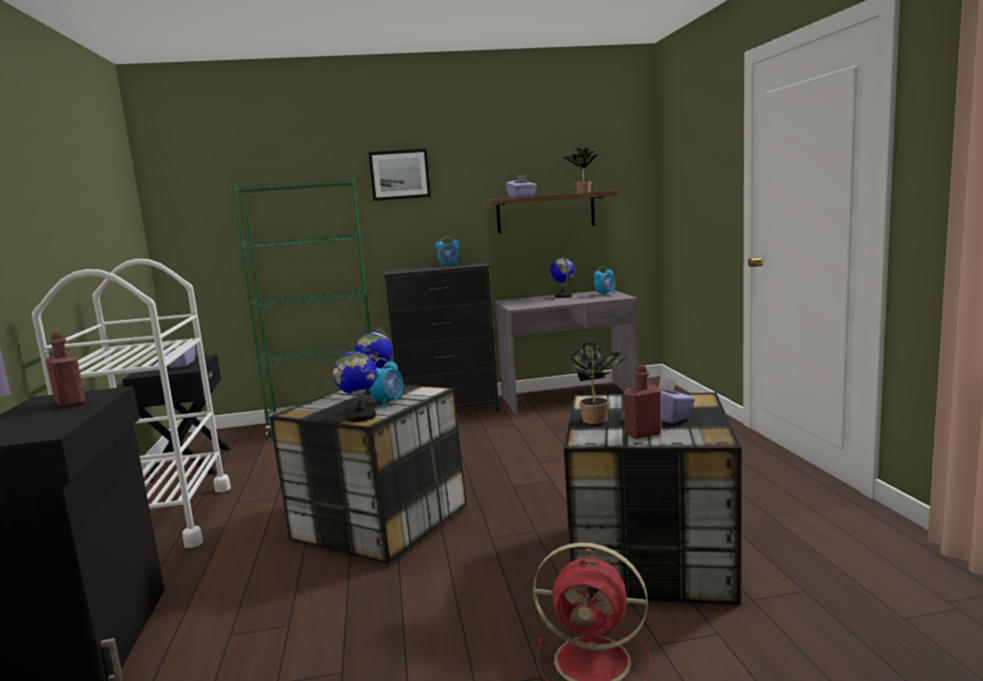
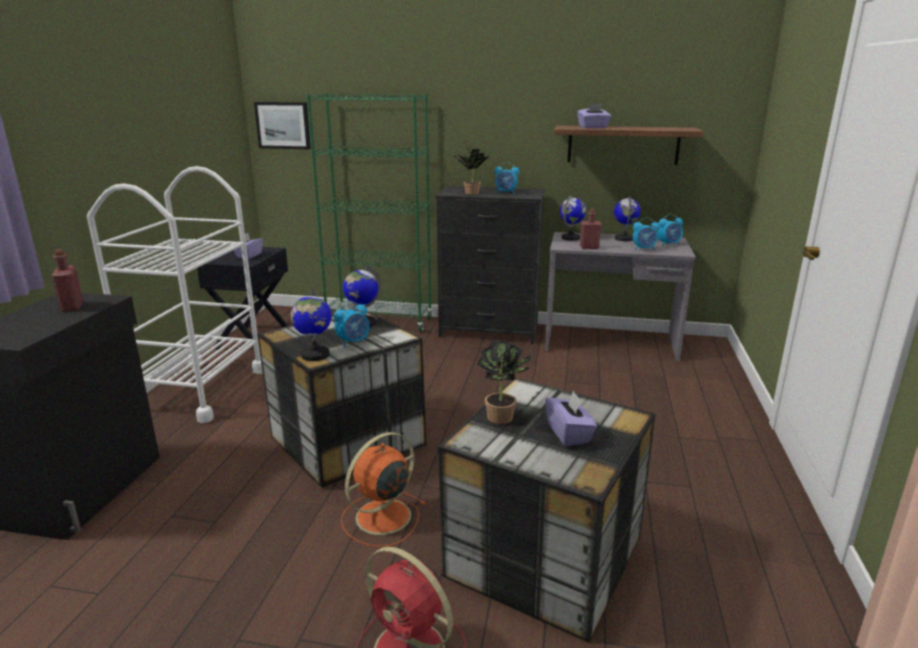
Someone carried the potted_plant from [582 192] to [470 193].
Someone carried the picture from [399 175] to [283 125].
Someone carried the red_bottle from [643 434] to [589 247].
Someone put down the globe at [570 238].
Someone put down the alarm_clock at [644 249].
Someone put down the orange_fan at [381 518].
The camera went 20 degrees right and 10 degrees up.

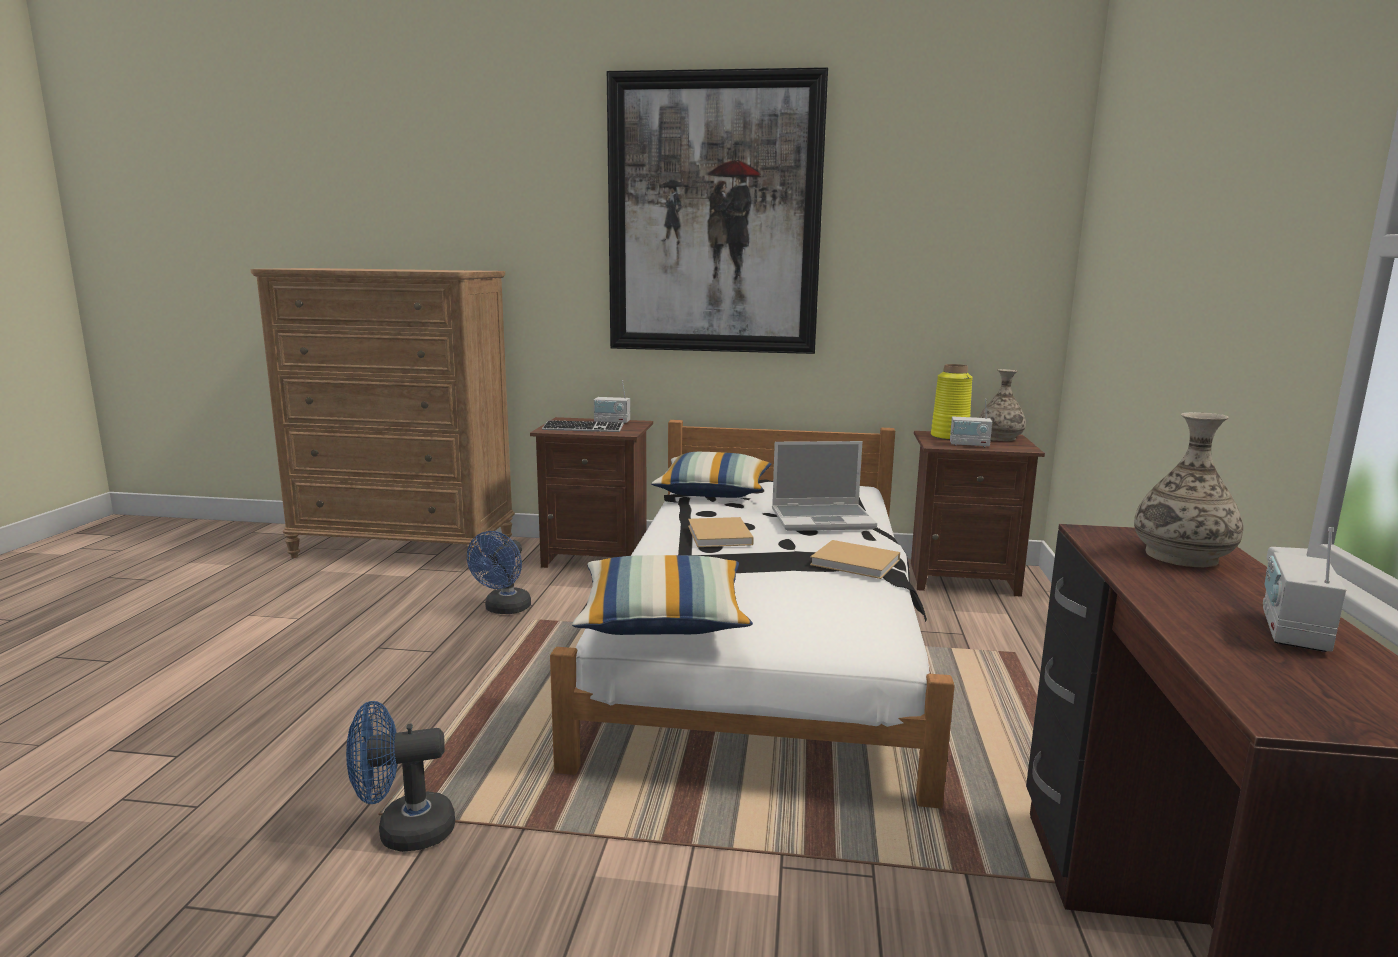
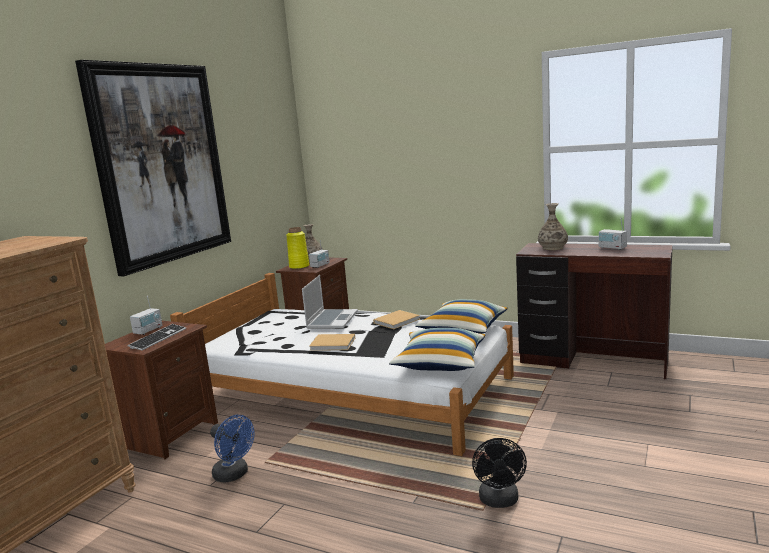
Someone carried the pillow from [714 492] to [463 329].
Someone repainted the blue_fan at [403 831], which became the black_fan at [499 501].
The camera went 70 degrees left and 0 degrees up.

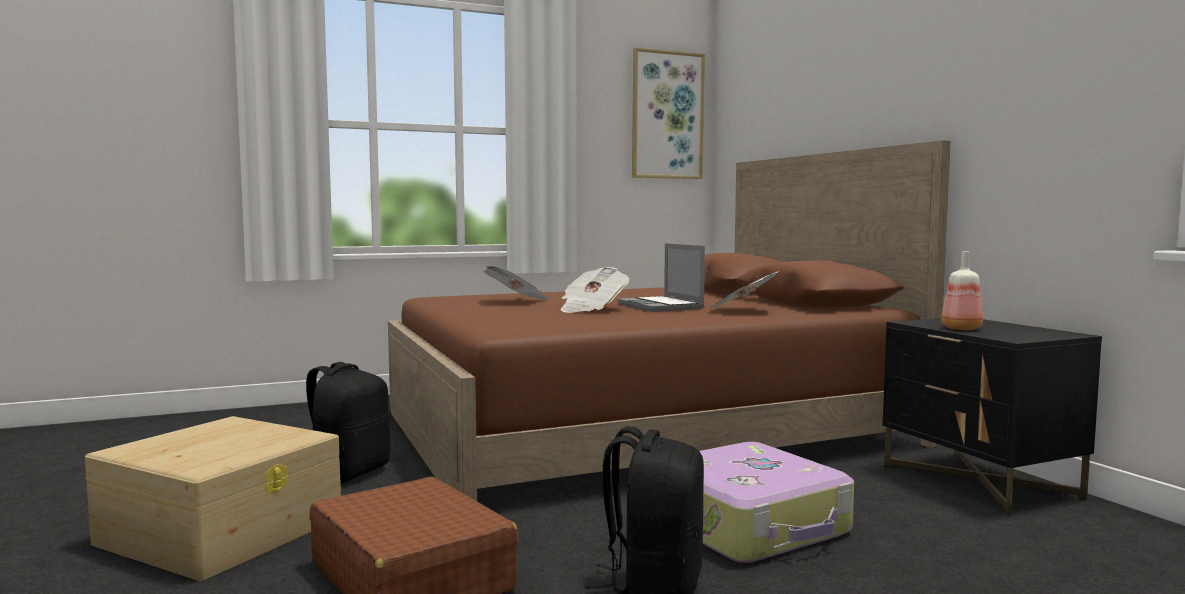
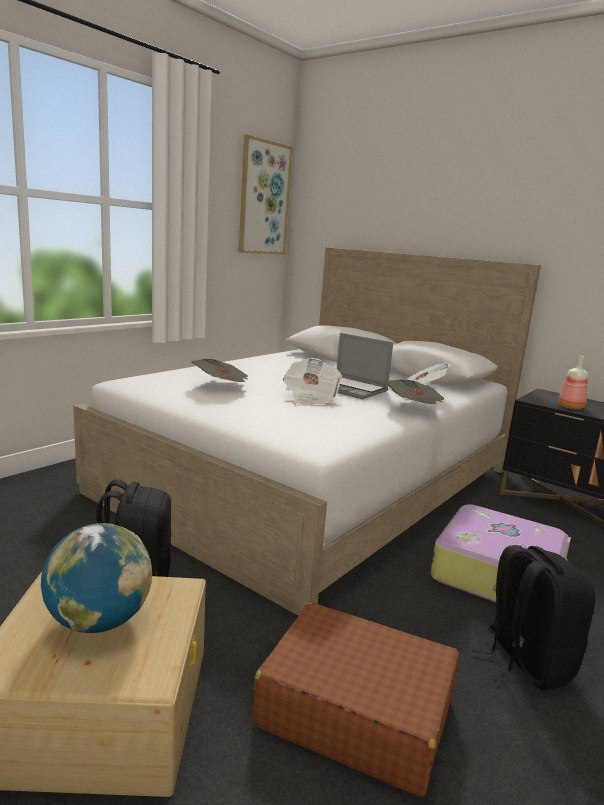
Someone repainted the brown_bed at [642 428], which became the white_bed at [314 480].
Someone put down the newspaper at [413 408].
Someone put down the globe at [99 622].
The camera went 30 degrees left and 10 degrees up.

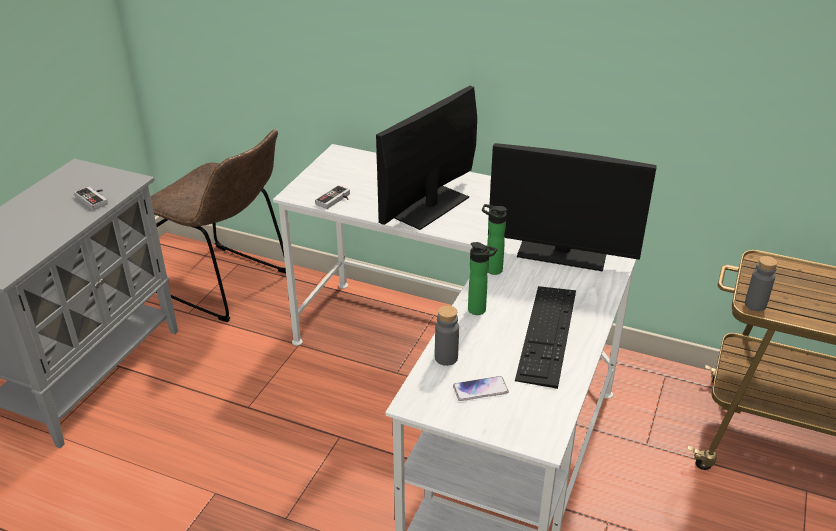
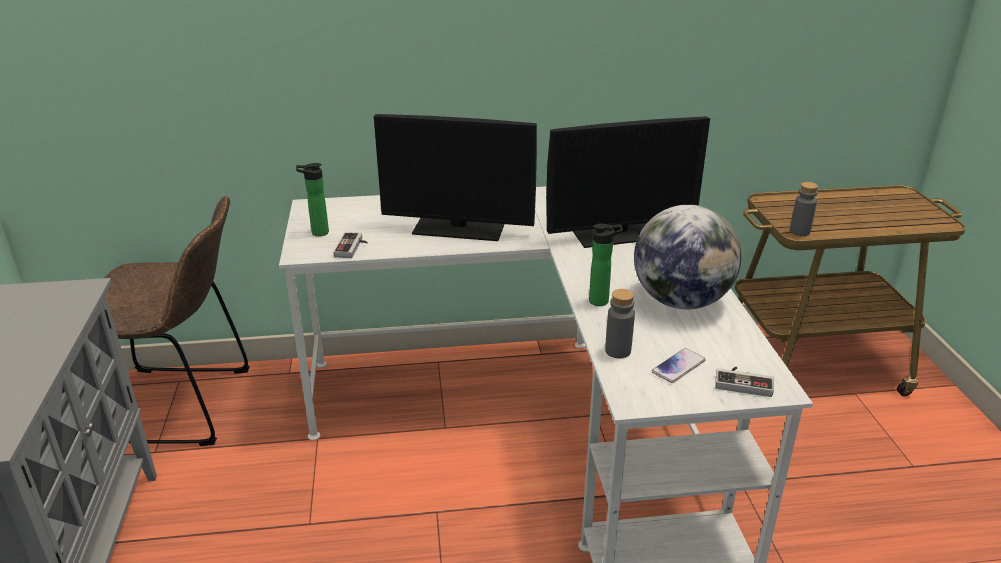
Someone rotated the monitor at [431 207] by 90 degrees counterclockwise.
Someone carried the game_controller from [95 199] to [743 382].
Someone carried the bottle from [491 269] to [317 233].
Someone swapped the keyboard at [547 334] for the globe at [681 301].
The camera went 30 degrees left and 5 degrees down.

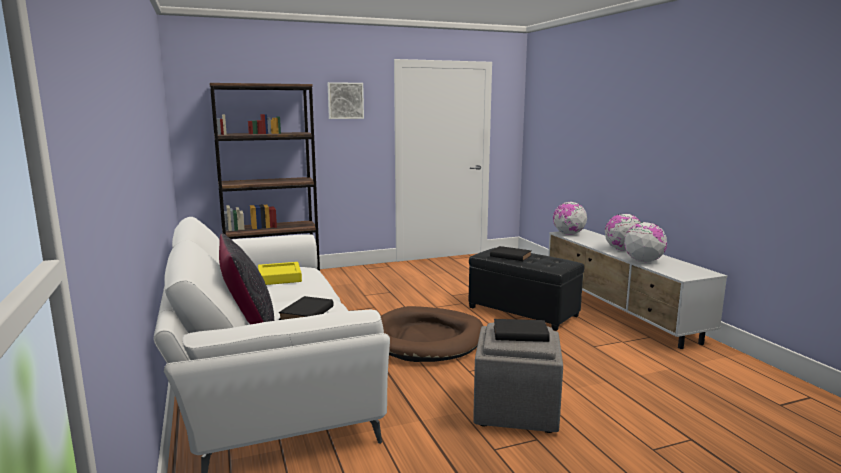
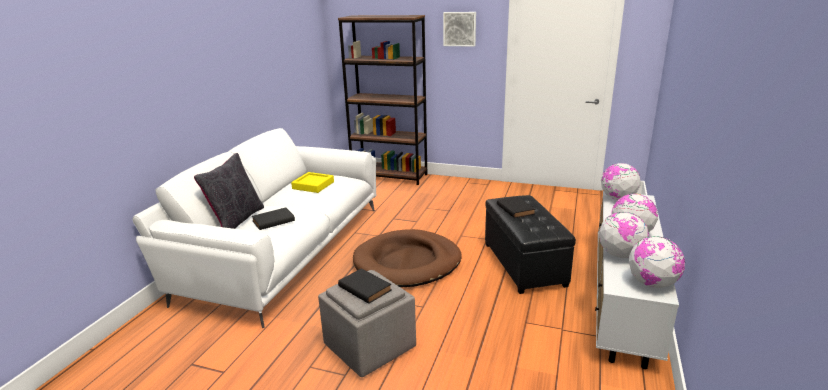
Someone put down the globe at [652 283].
The camera went 40 degrees right and 10 degrees up.

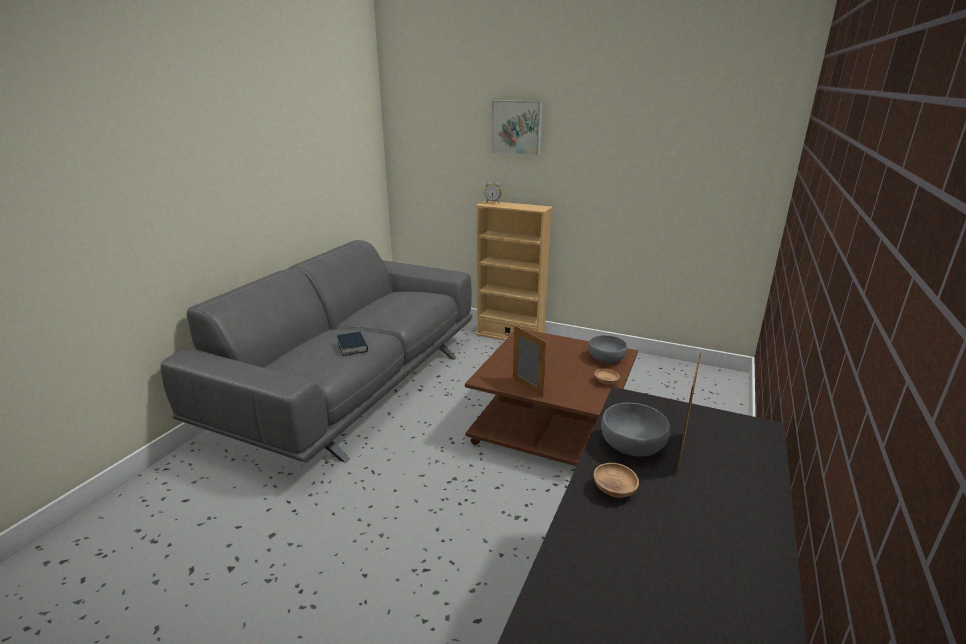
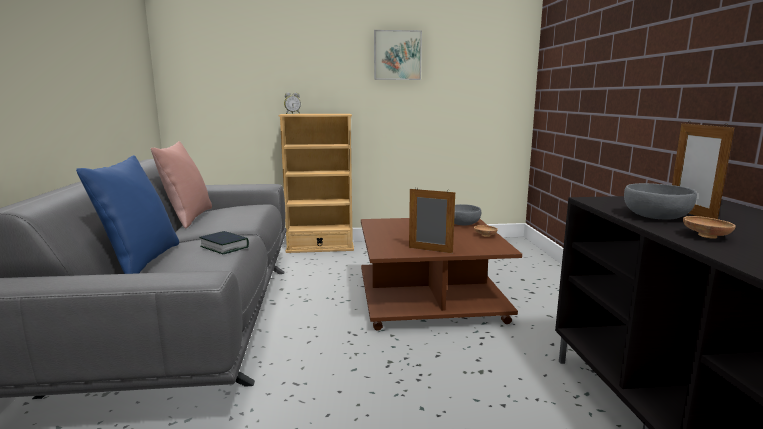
Someone carried the picture from [517 127] to [397 55].
Someone put down the pink_pillow at [187 218].
Someone put down the blue_pillow at [141 261].
The camera went 30 degrees left and 10 degrees down.

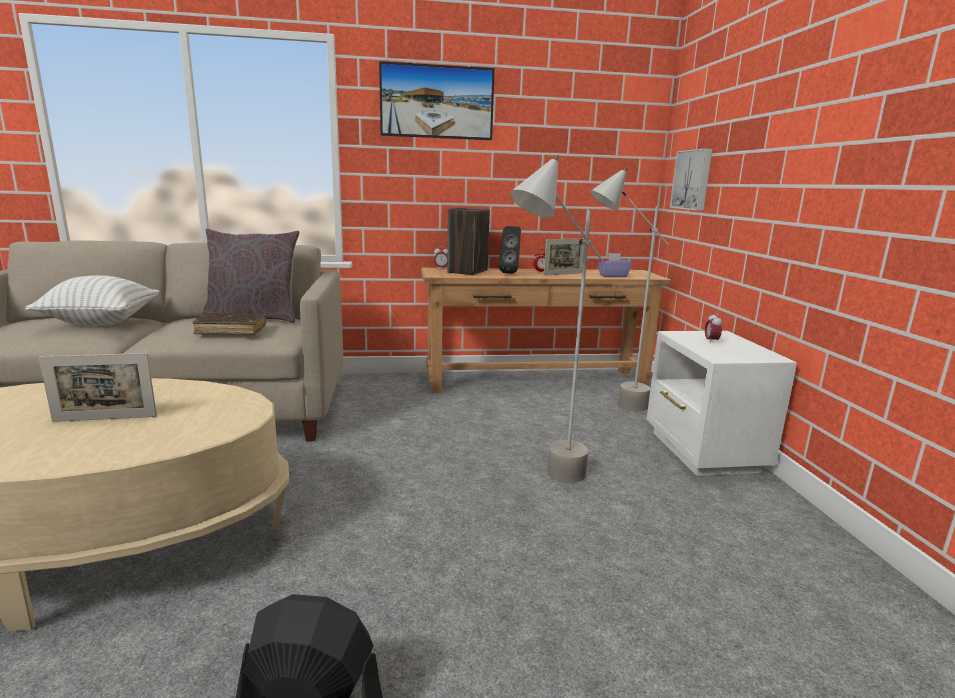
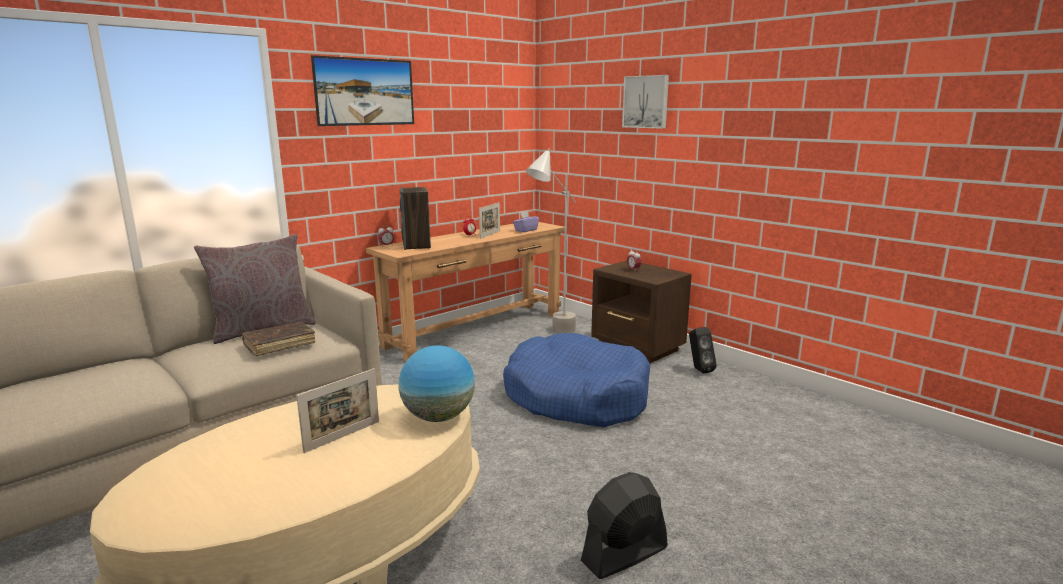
Someone carried the picture from [693 180] to [646 102].
Someone swapped the grey_floor_lamp at [544 483] for the blue_dog_bed at [576 397].
Someone carried the black_speaker from [510 273] to [698 370].
Someone took away the white_pillow at [102 322].
Someone repainted the white_nightstand at [703 452], which became the brown_nightstand at [637 348].
Someone put down the globe at [438 417].
The camera went 35 degrees left and 0 degrees up.

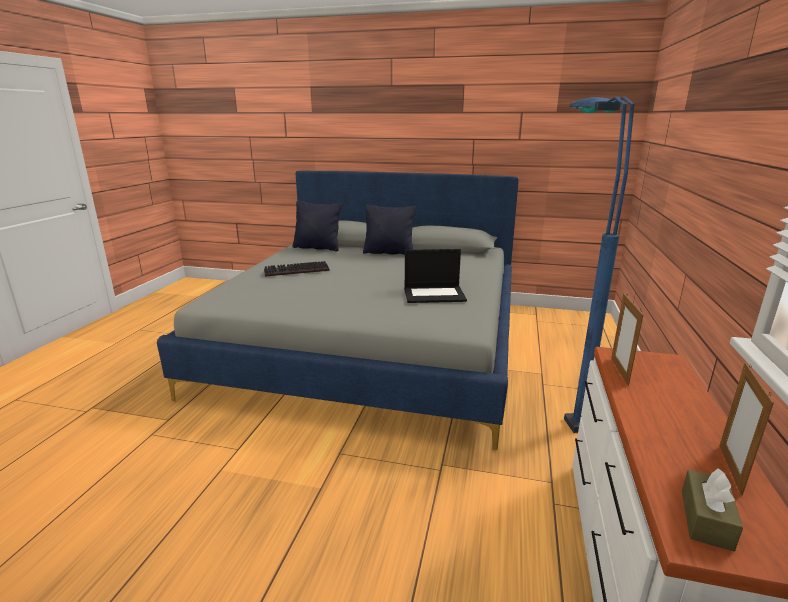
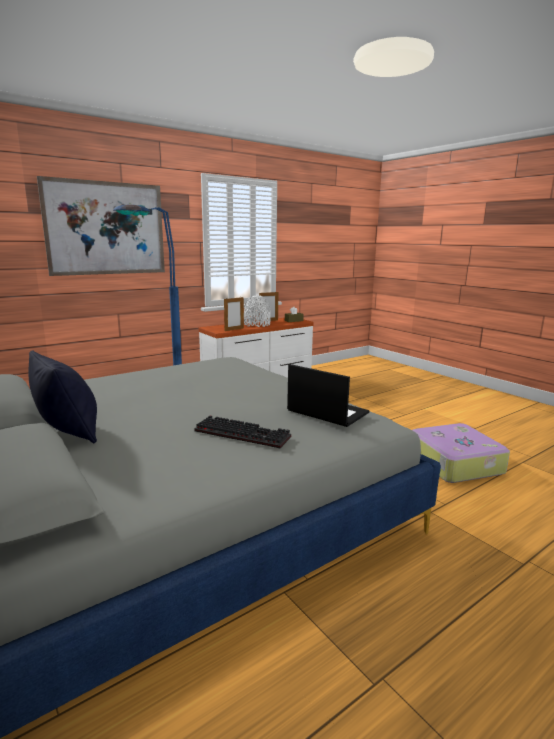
Someone took away the black_pillow at [318 248].
Someone carried the laptop from [434 294] to [326 412].
Someone put up the picture at [106 228].
Someone put down the white_vase at [257 325].
Someone put down the suitcase at [454 463].
The camera went 140 degrees left and 5 degrees down.

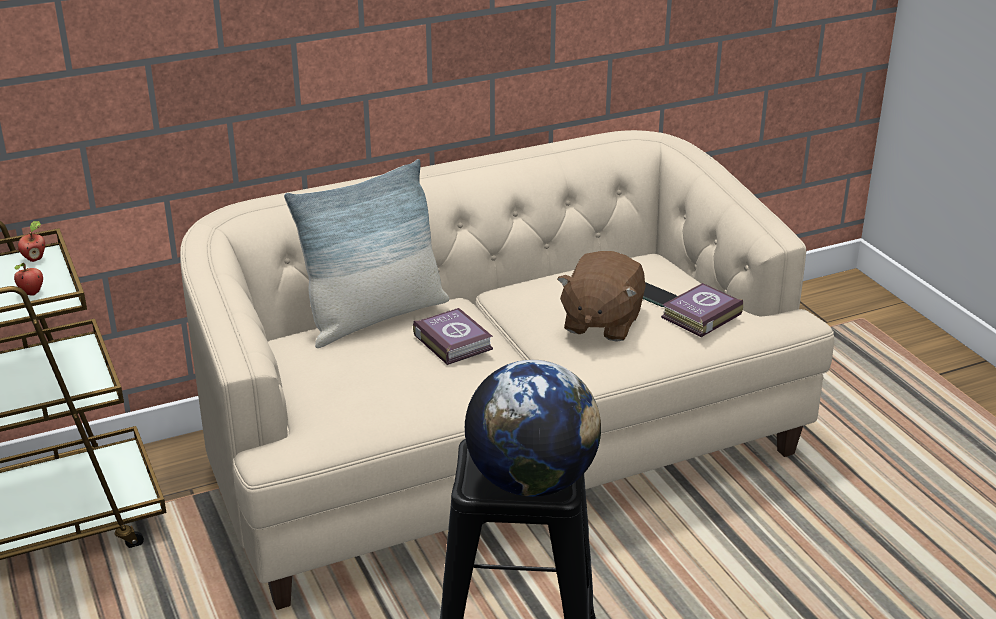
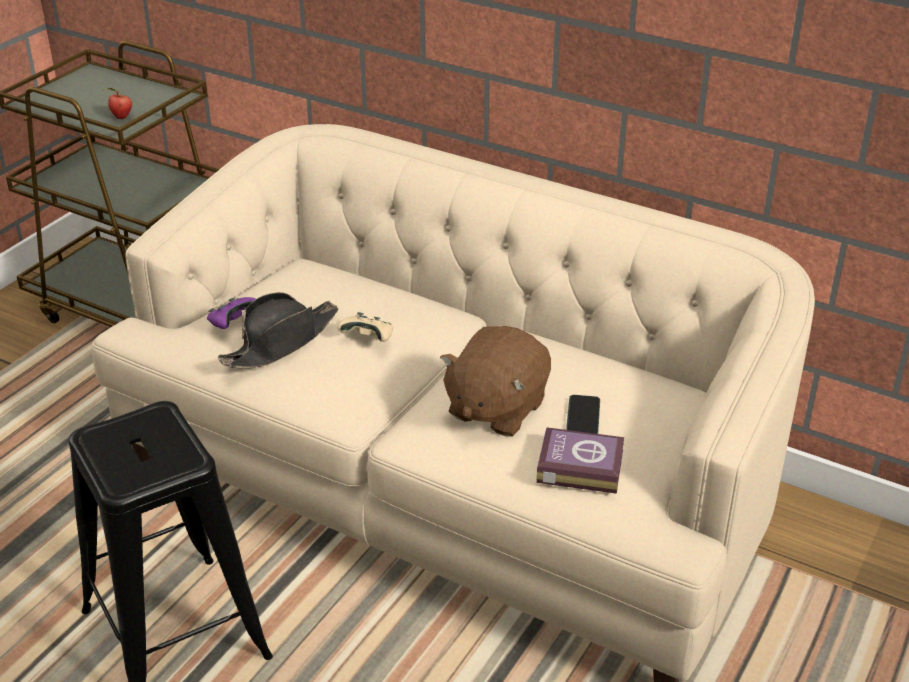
Someone took away the pillow at [374 317].
Someone took away the apple at [34 258].
Someone rotated the brown_plush_toy at [601 322] by 45 degrees counterclockwise.
Someone swapped the book at [453 341] for the beige_game_controller at [369 339].
Someone took away the globe at [531 481].
Someone put down the black_hat at [281 342].
Someone put down the purple_game_controller at [233 323].
The camera went 55 degrees right and 5 degrees up.

